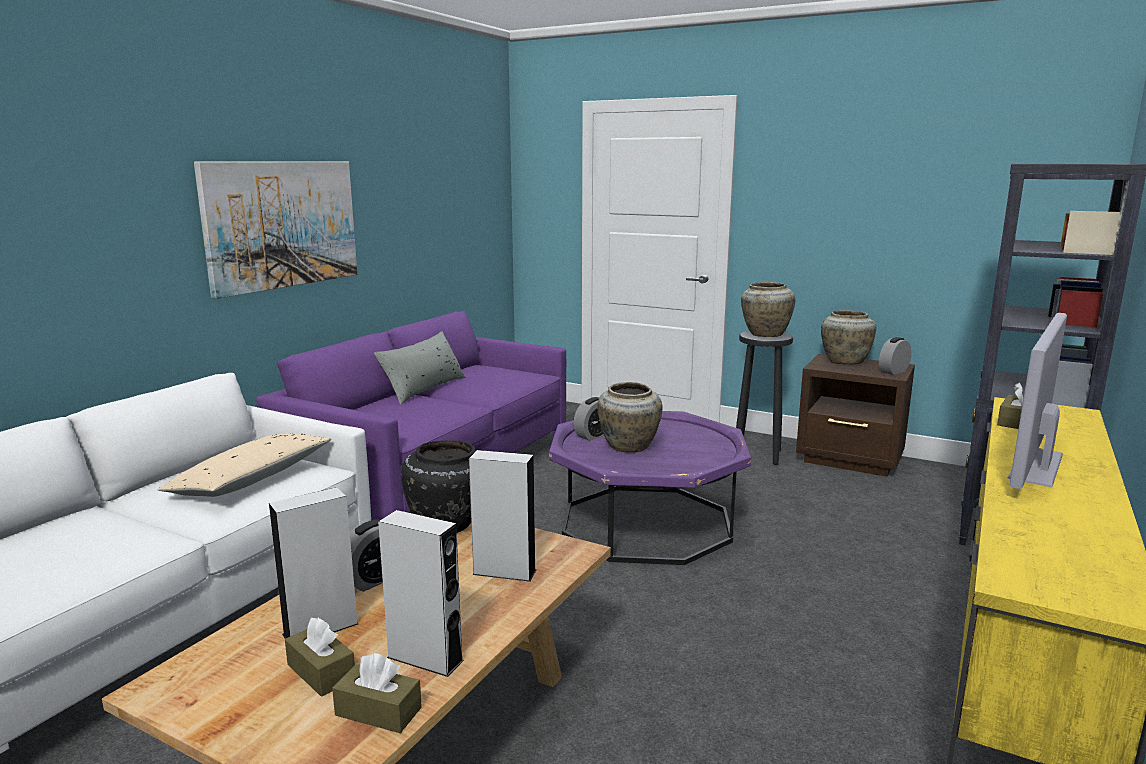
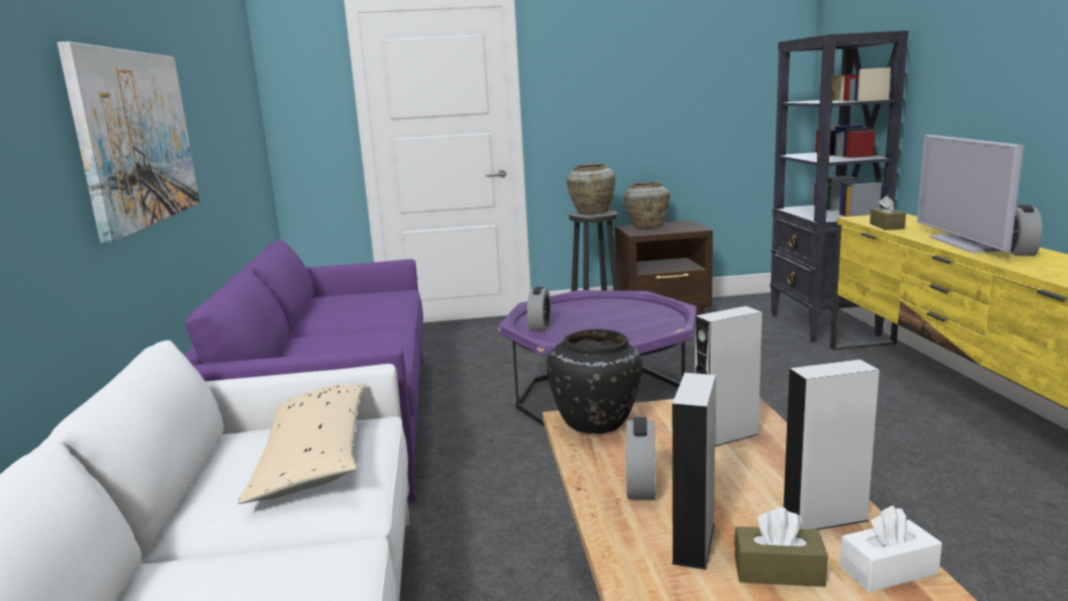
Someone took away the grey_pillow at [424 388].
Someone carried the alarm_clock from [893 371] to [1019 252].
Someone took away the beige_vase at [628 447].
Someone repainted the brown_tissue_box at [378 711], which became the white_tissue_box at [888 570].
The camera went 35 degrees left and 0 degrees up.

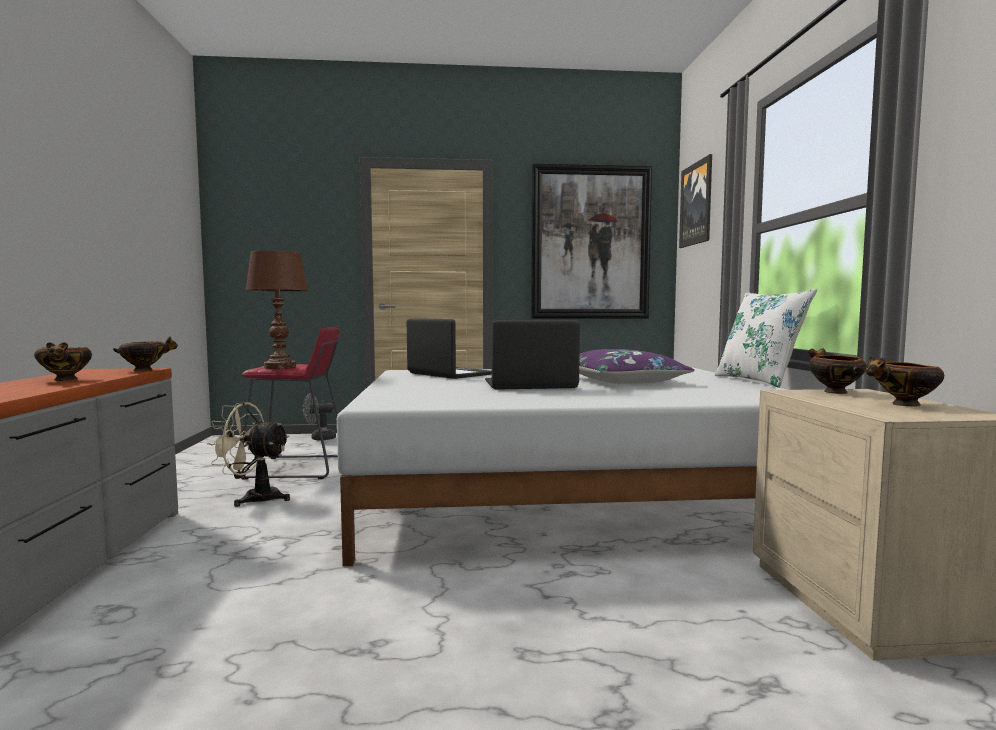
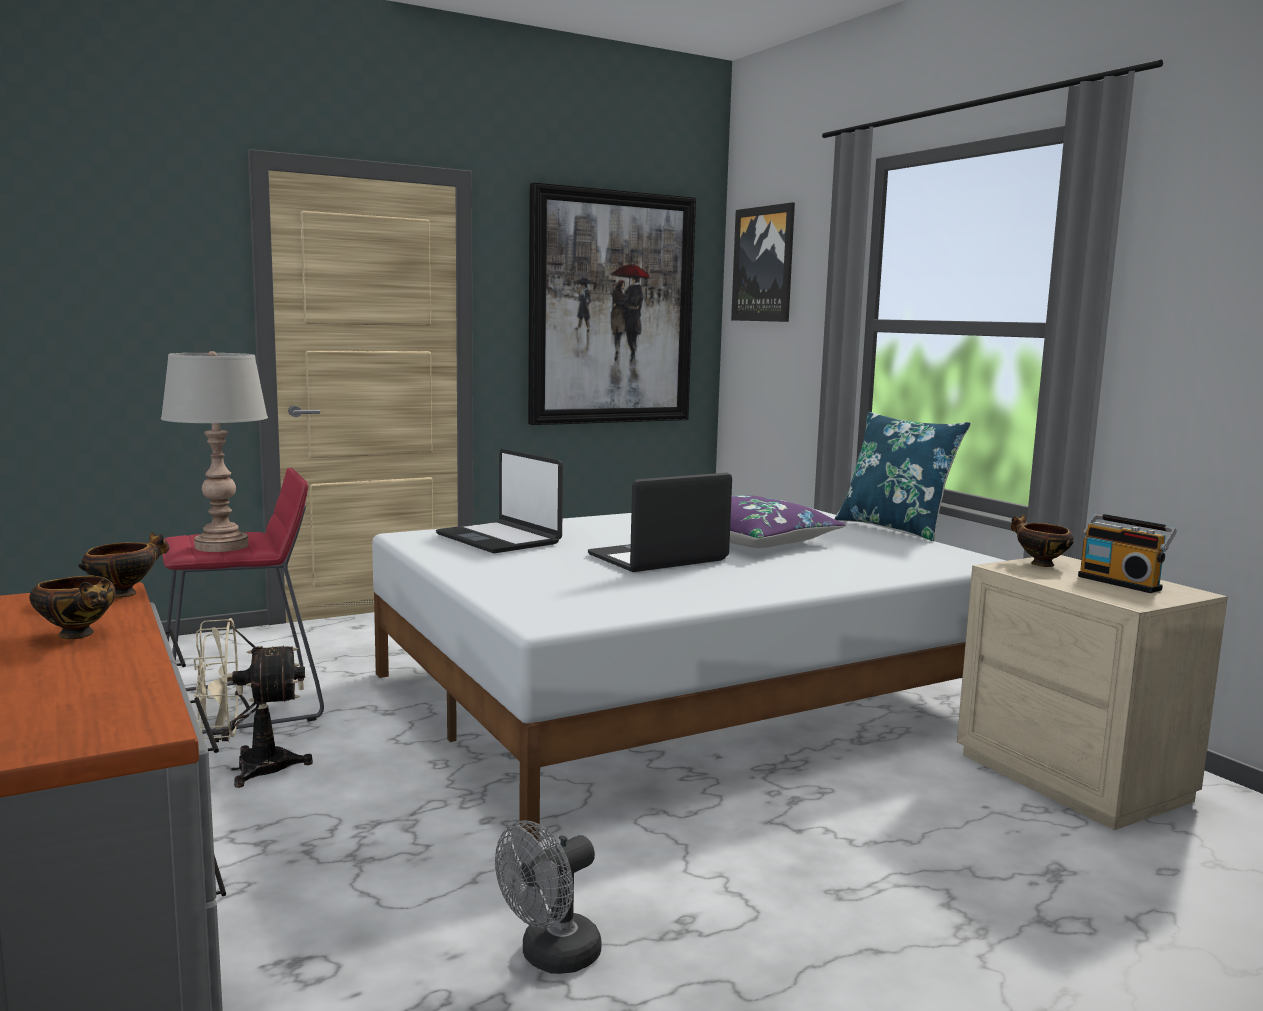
Someone repainted the brown_table_lamp at [280 367], which became the grey_table_lamp at [221 546].
Someone repainted the white_pillow at [759 381], which became the blue_pillow at [895 528].
Someone rotated the laptop at [449 374] by 150 degrees counterclockwise.
Someone swapped the bowl at [904 405] for the radio at [1121 582].
Someone carried the grey_fan from [319 438] to [551 957].
The camera went 25 degrees left and 5 degrees up.

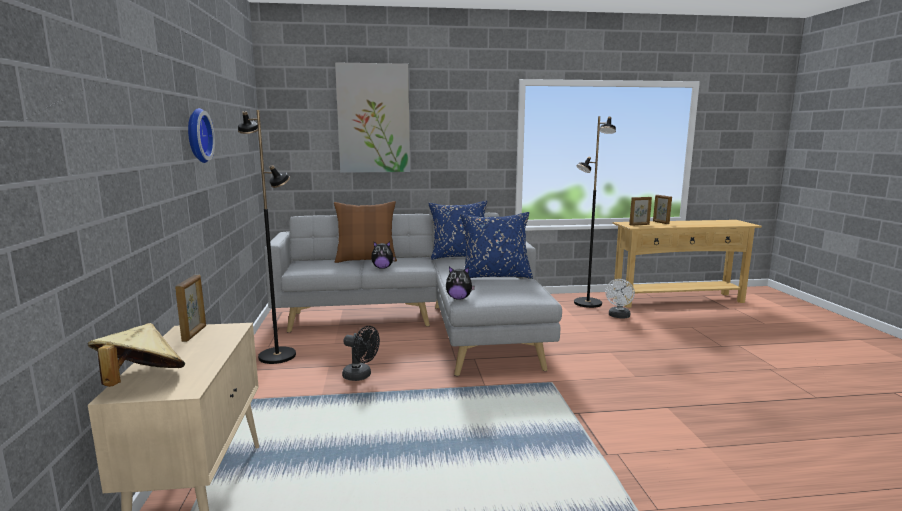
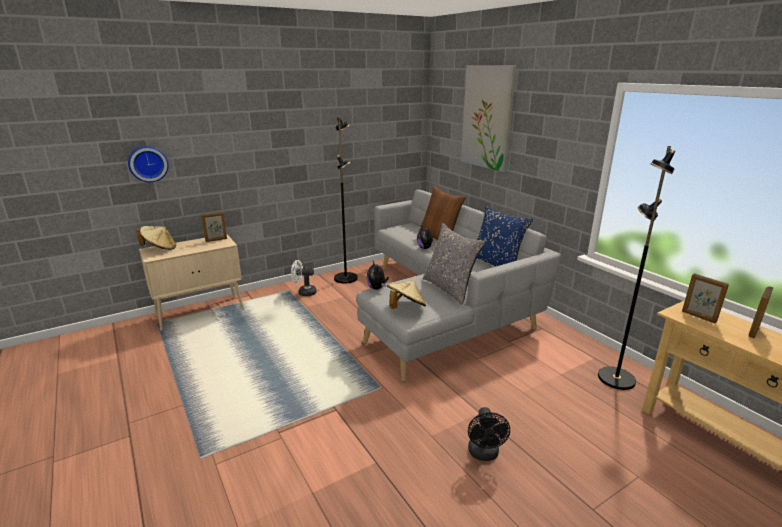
Someone carried the wall_clock from [196 135] to [148 163].
Someone repainted the blue_pillow at [495 276], which became the grey_pillow at [450 289].
Someone carried the white_fan from [618 316] to [304 292].
Someone carried the black_fan from [361 376] to [484 454].
Someone put down the beige_hat at [405 308].
The camera went 65 degrees right and 10 degrees up.

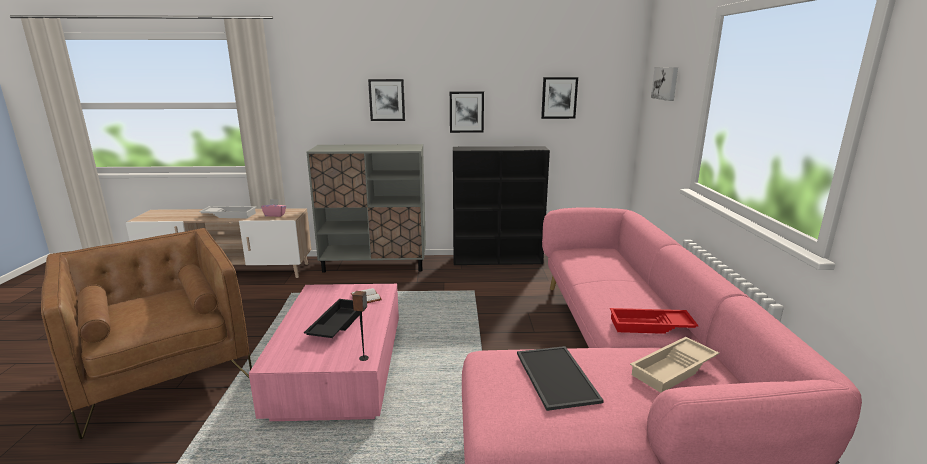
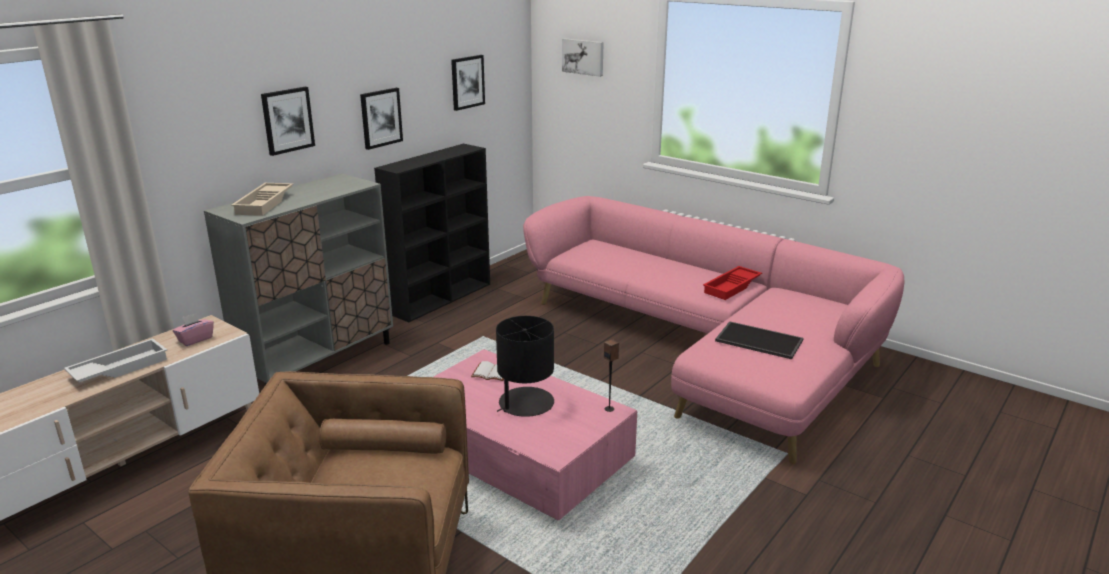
Someone swapped the black_tray at [336 324] for the black_table_lamp at [525 403].
Someone carried the beige_tray from [674 370] to [265 203].
The camera went 50 degrees left and 5 degrees up.

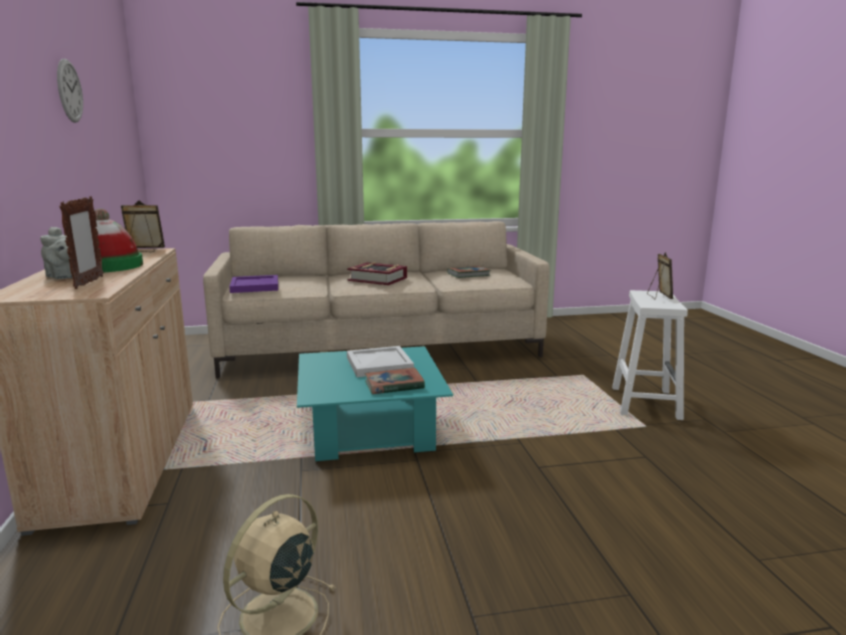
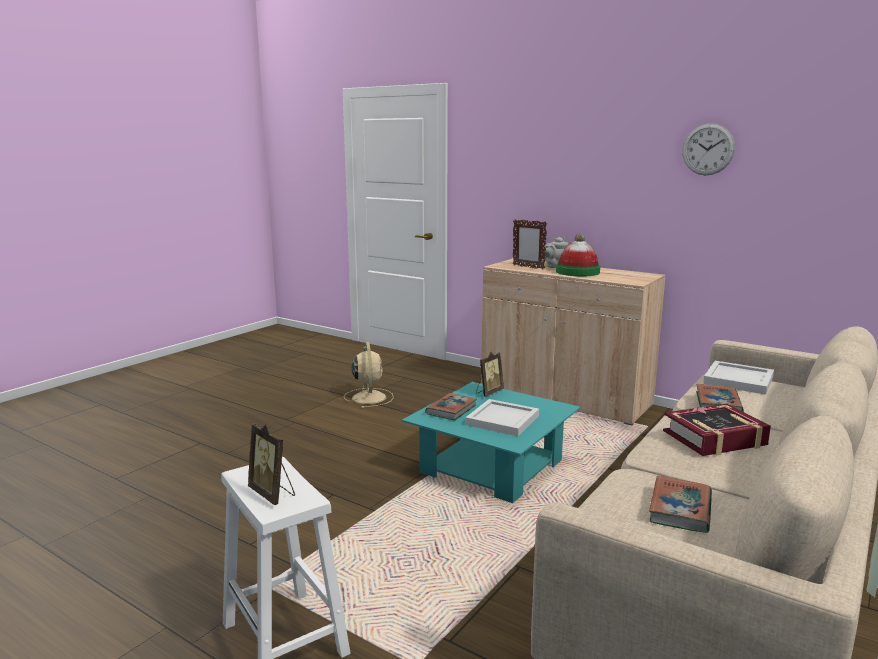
Someone carried the picture_frame from [144 250] to [488 392].
Someone repainted the purple_tray at [254 286], which became the white_tray at [737 380].
Someone put down the book at [718 403].
The camera went 135 degrees right and 0 degrees up.

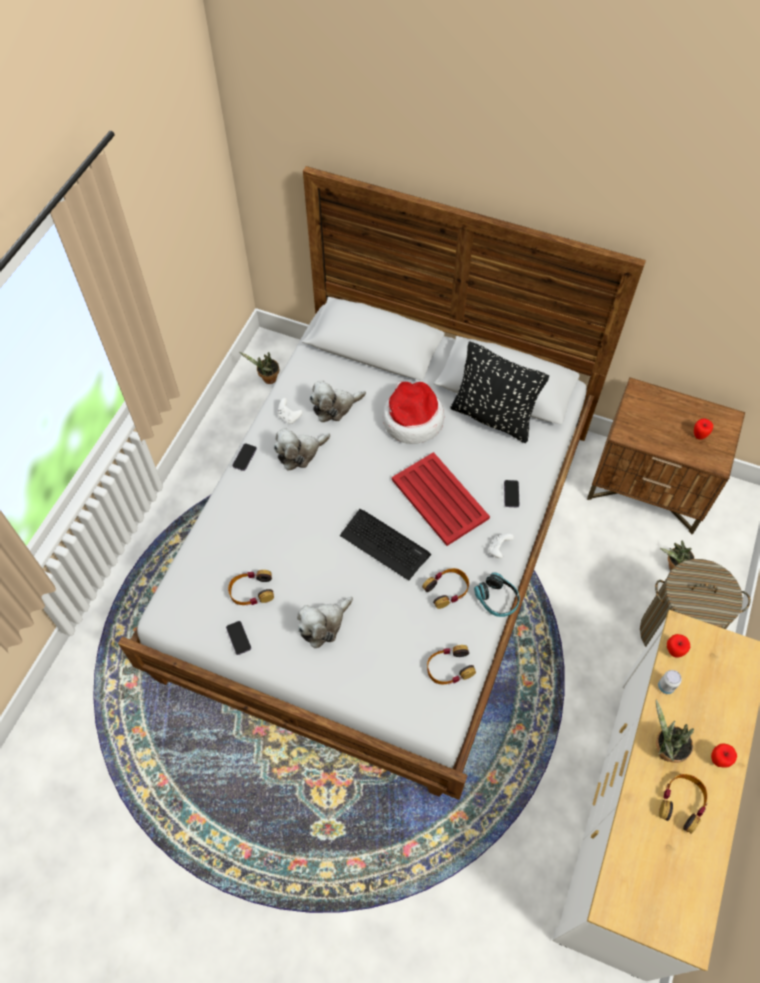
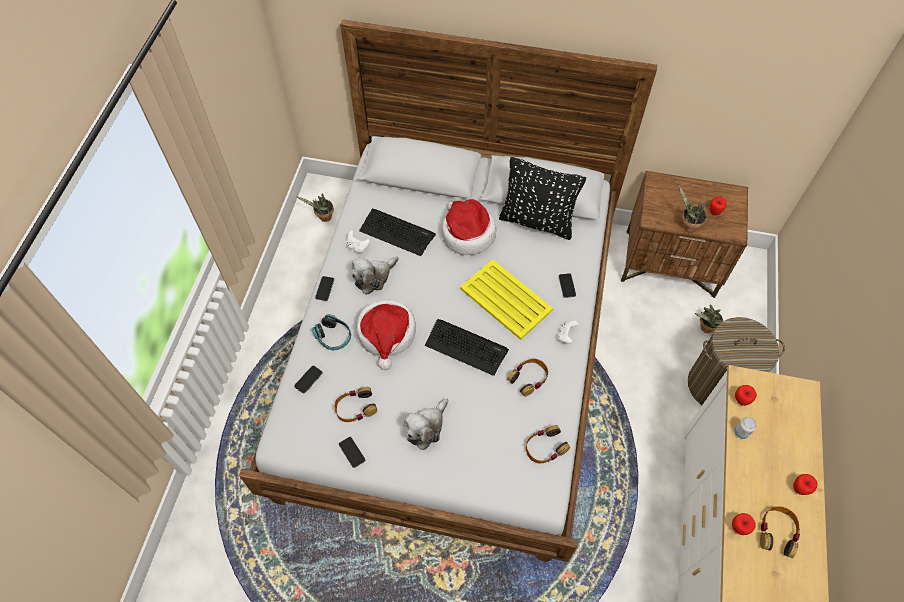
Someone swapped the plush_toy at [335 407] for the keyboard at [397 232].
Someone repainted the red_tray at [440 500], which became the yellow_tray at [506 300].
Someone carried the headphones from [497 599] to [333 336].
Someone carried the potted_plant from [664 749] to [687 226].
Someone put down the hat at [387 334].
Someone put down the phone at [308 380].
Someone put down the apple at [738 528].
The camera went 10 degrees left and 0 degrees up.

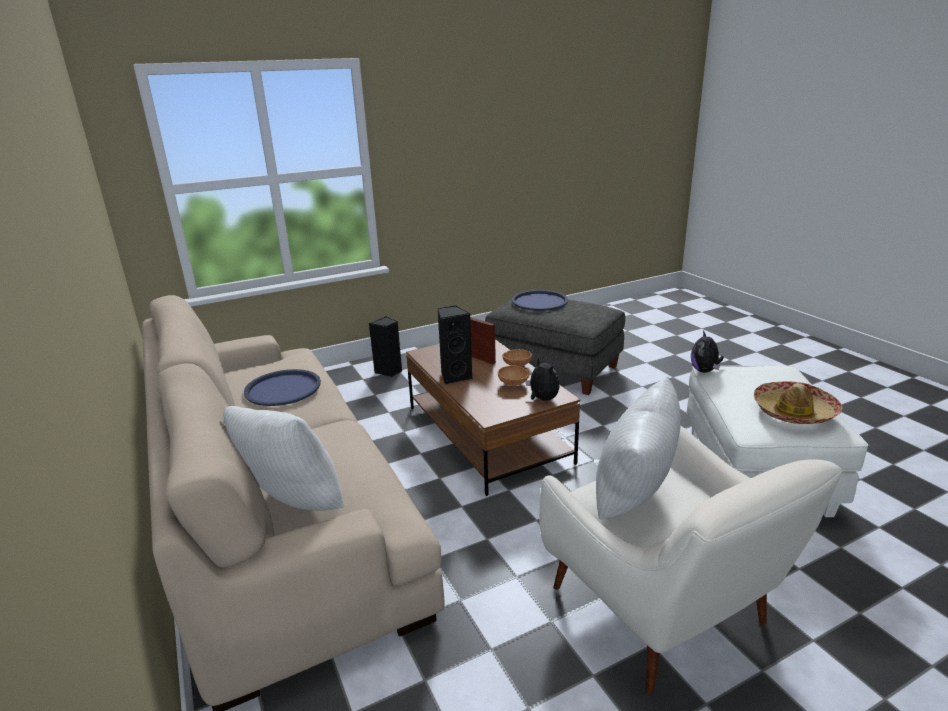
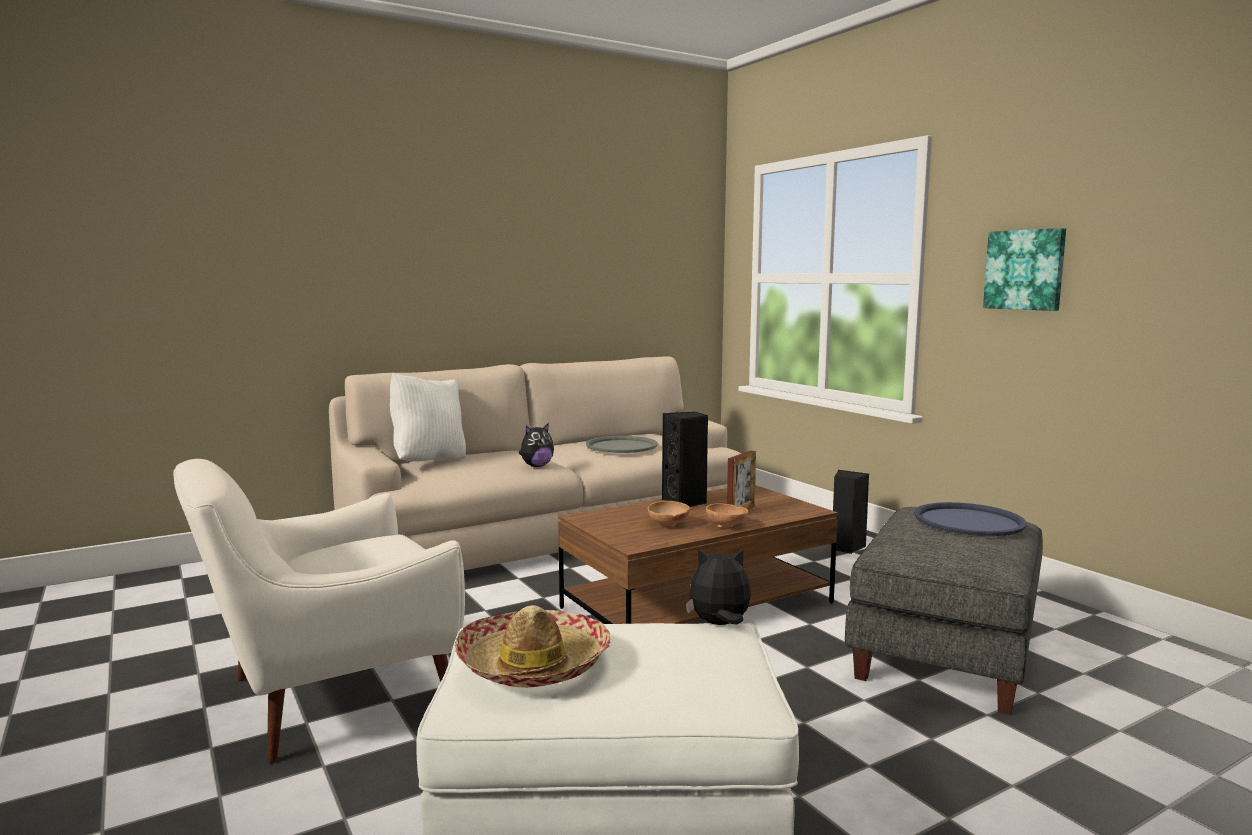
Someone carried the plush_toy from [542 399] to [536 466].
Someone repainted the blue_tray at [283 388], which became the grey_tray at [621 446].
Someone took away the white_pillow at [635 502].
Someone put up the picture at [1025 270].
The camera went 85 degrees right and 15 degrees down.

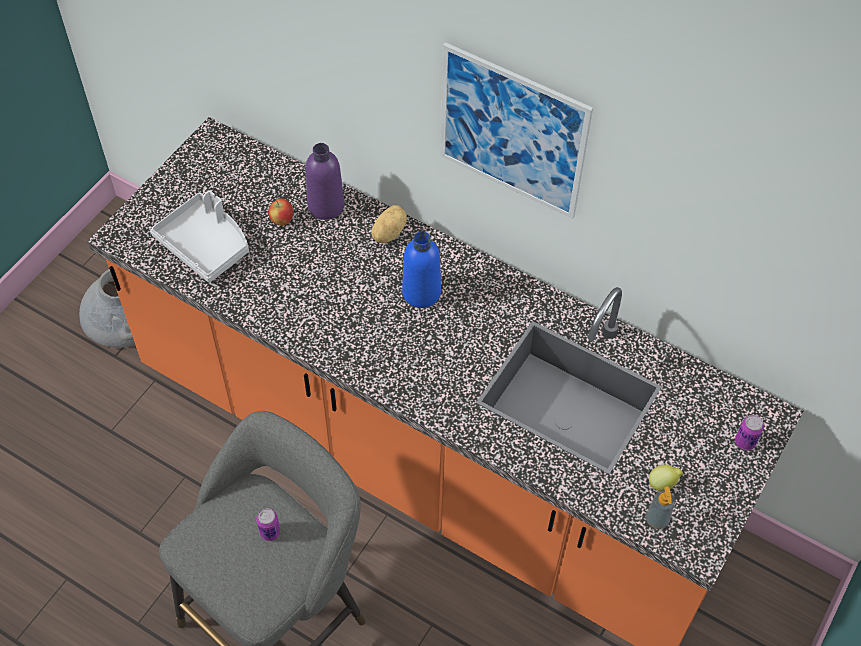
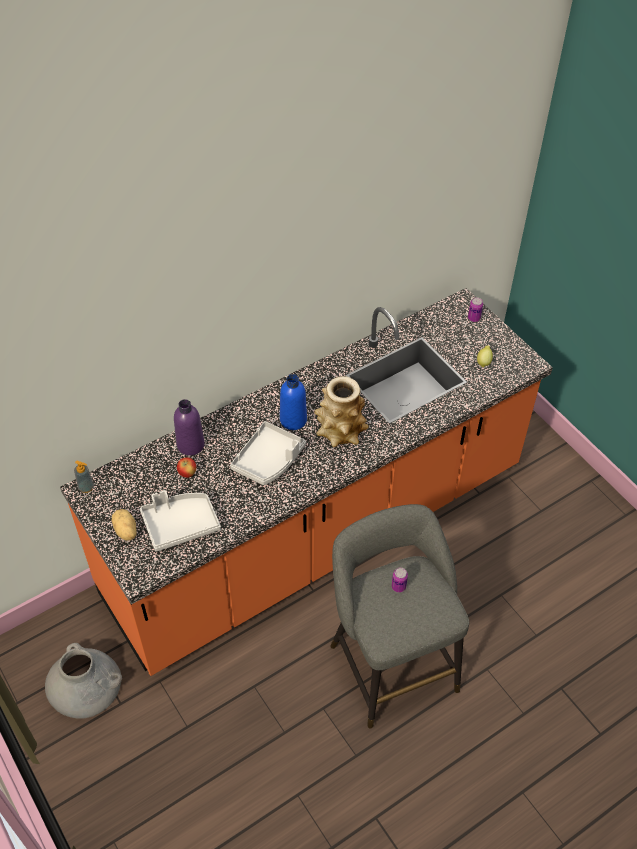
Someone took away the picture at [512 132].
Someone carried the potato from [388 232] to [125 531].
Someone carried the soap_dispenser from [657 520] to [86 487].
Someone put down the vase at [340 431].
Someone put down the grey_tray at [269 460].
The camera went 65 degrees left and 5 degrees down.

